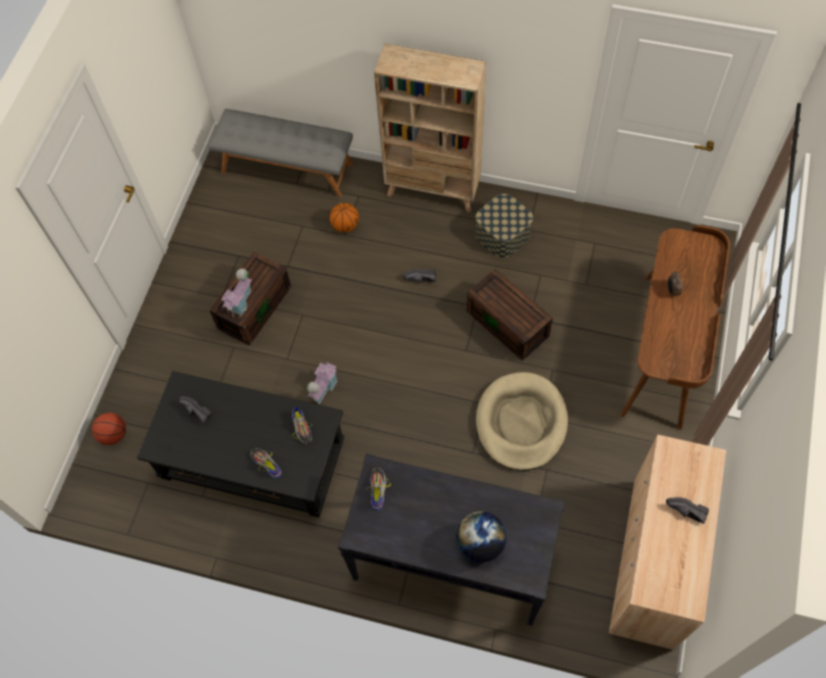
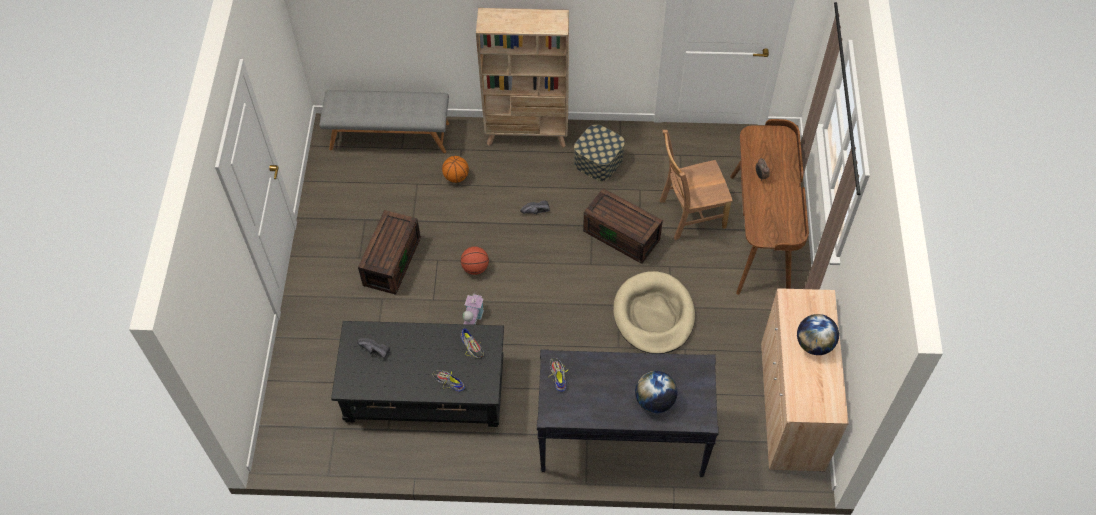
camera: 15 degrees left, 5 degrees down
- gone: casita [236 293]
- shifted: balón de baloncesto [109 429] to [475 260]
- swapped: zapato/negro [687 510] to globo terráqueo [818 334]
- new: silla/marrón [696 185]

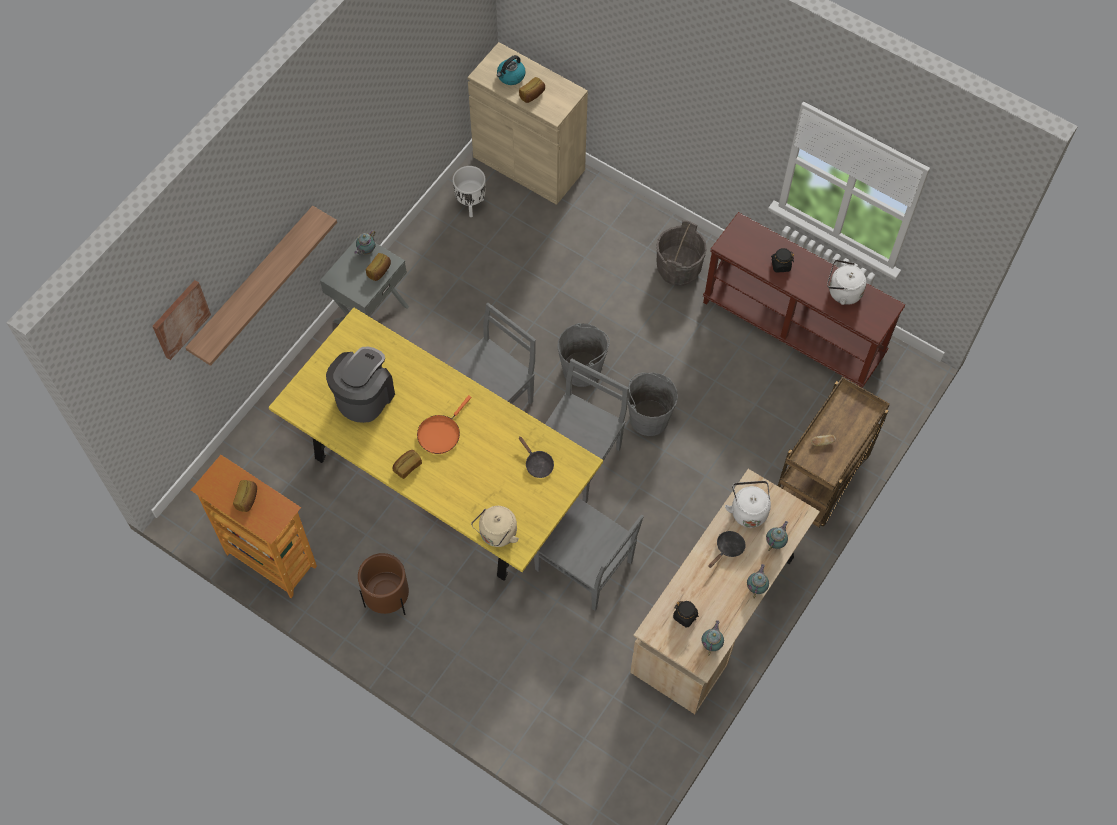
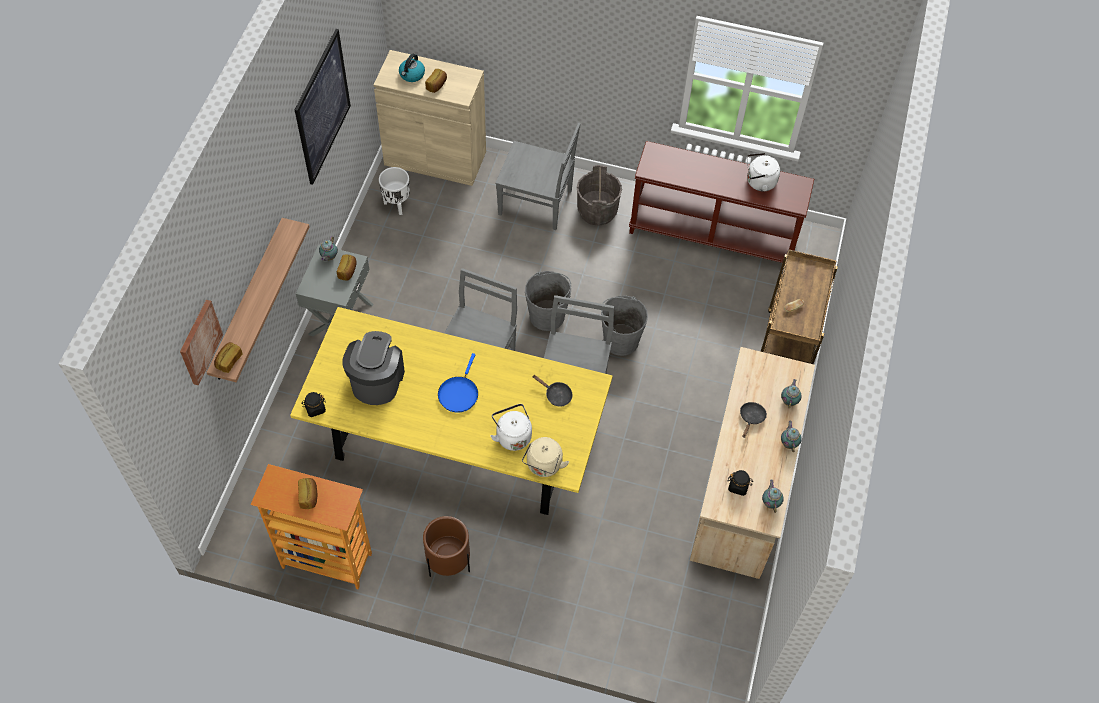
camera: 20 degrees left, 5 degrees down
- shifted: tarro/negro [783 260] to [313 404]
- repainted: sartén/naranja [444 424] to sartén/azul [458 383]
- shifted: pan [407 464] to [228 357]
- shifted: hervidor/blanco [748 504] to [511 427]
- shifted: silla/gris [589 554] to [538 176]
- new: cuadro [323 107]

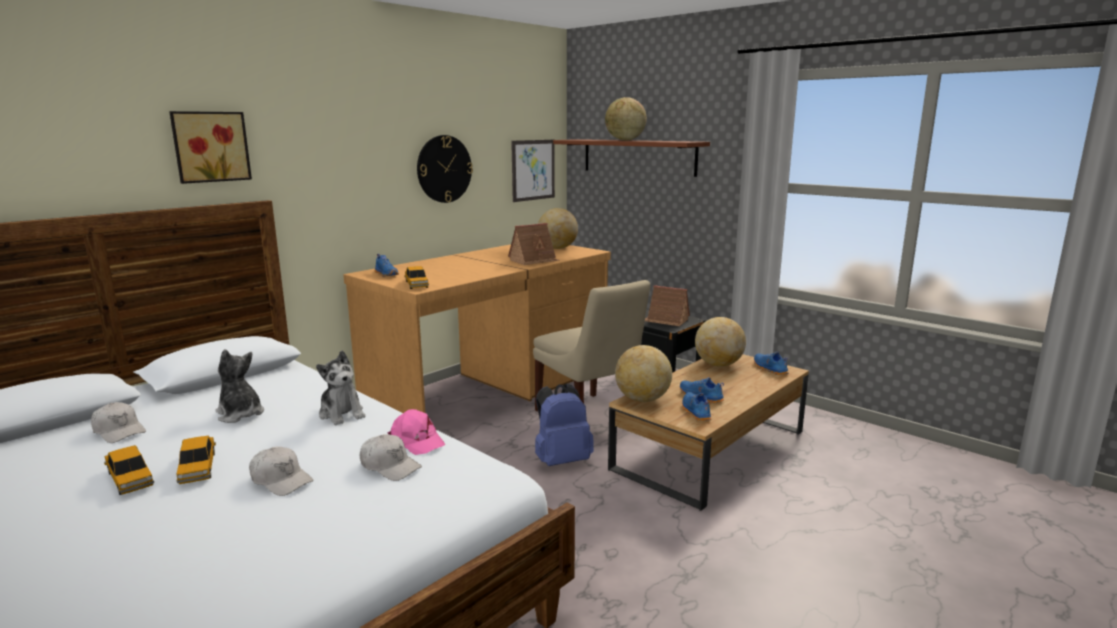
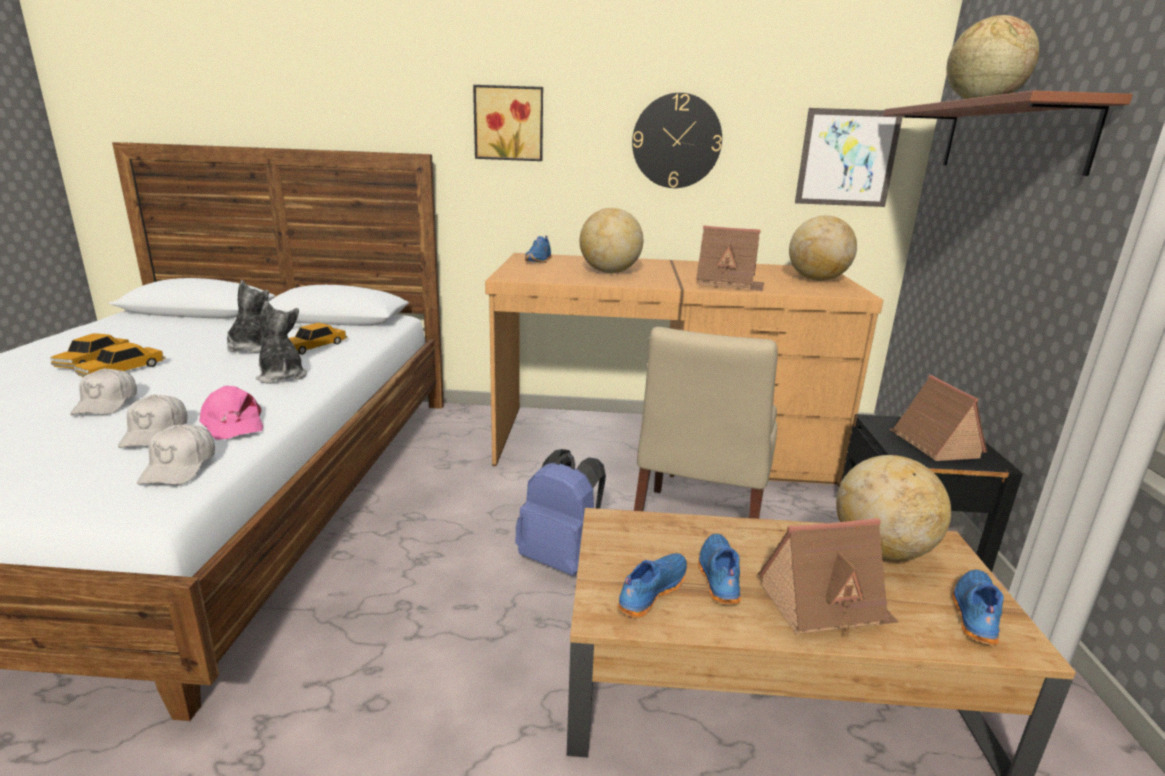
camera: 50 degrees right, 5 degrees up
- shifted: cuadro [210 147] to [508 123]
- shifted: coche de juguete [416 277] to [318 339]
- shifted: globo terráqueo [643 373] to [611 240]
- rotated: peluche [340 388] = [282 342] 135 degrees clockwise
- shifted: gorra/blanco [118 422] to [176 454]
- rotated: gorra/rosa [416 432] = [231 413] 45 degrees counterclockwise
- new: casita [828 578]

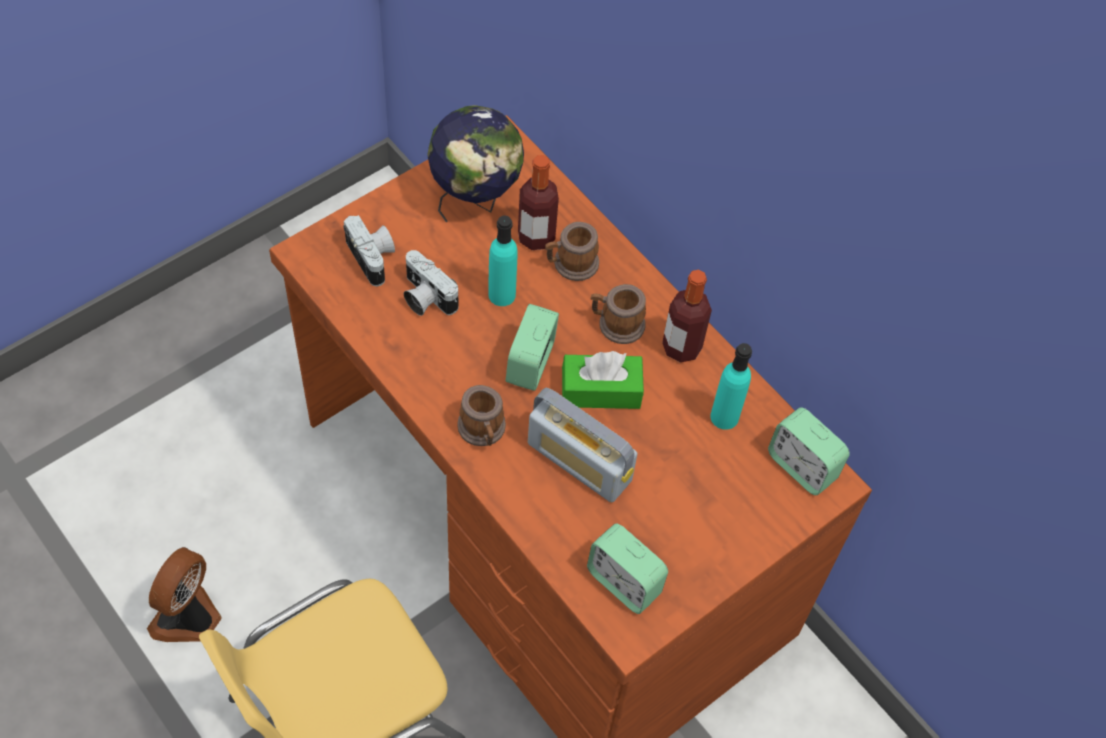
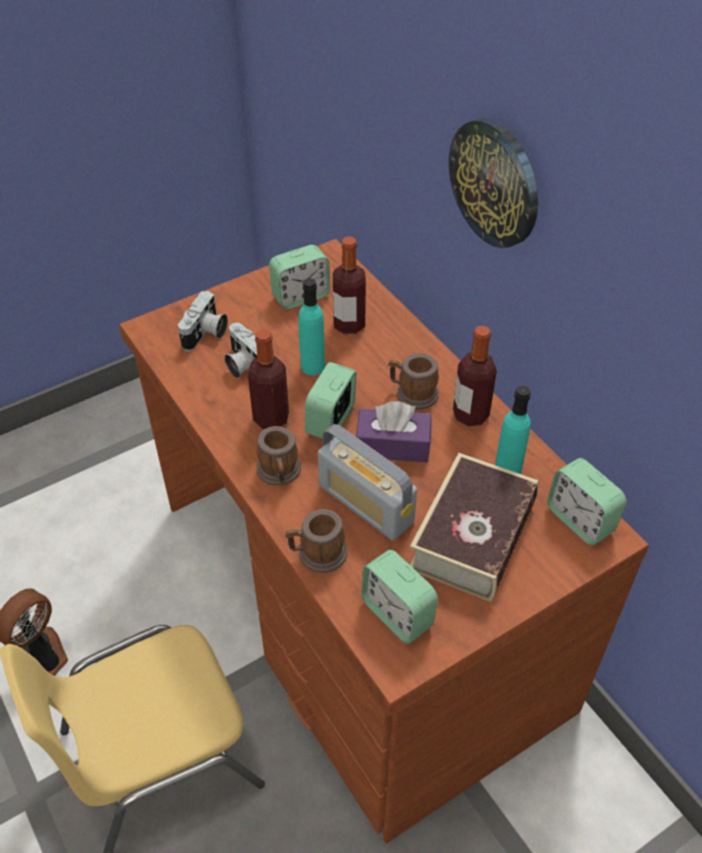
camera: 10 degrees right, 10 degrees down
- swapped: globo terráqueo [475 163] to despertador [299 277]
- rotated: cámara [369 250] = [203 321] 45 degrees clockwise
- shifted: taza grande [572 251] to [316 541]
- repainted: caja de pañuelos/verde [603 380] to caja de pañuelos/morado [393 431]
- new: reloj de pared [493 183]
- new: botella [268 379]
- new: libro [474 527]

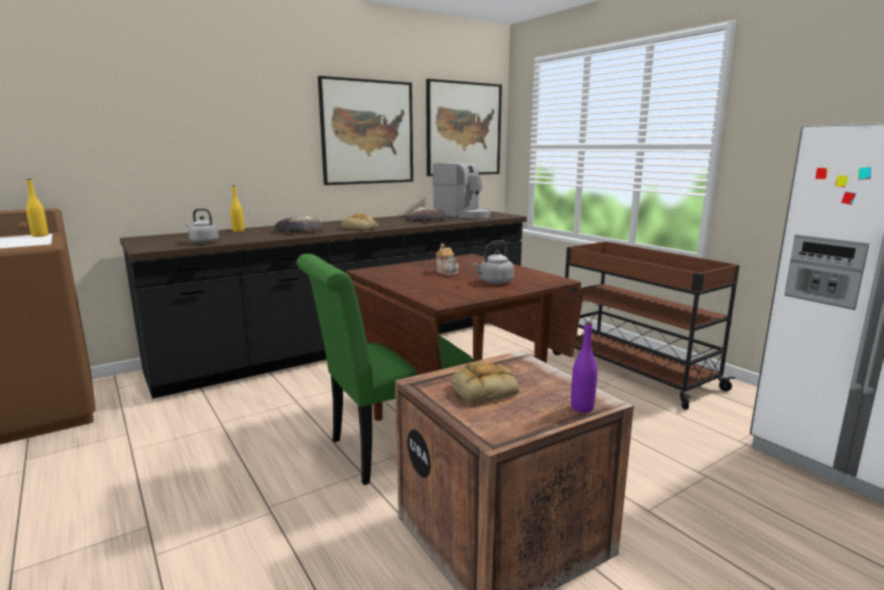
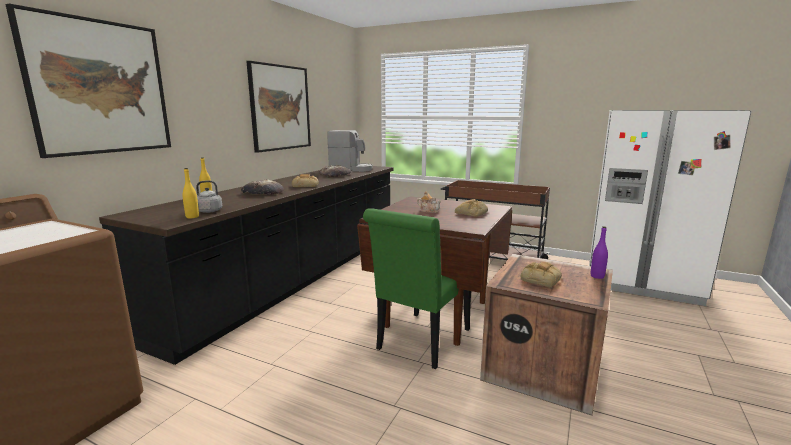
camera: 30 degrees left, 0 degrees up
- shifted: cuadro [464 127] to [88 81]
- shifted: botella/amarillo [37 208] to [190 193]
- swapped: hervidor/gris [493 262] to pan [471 208]

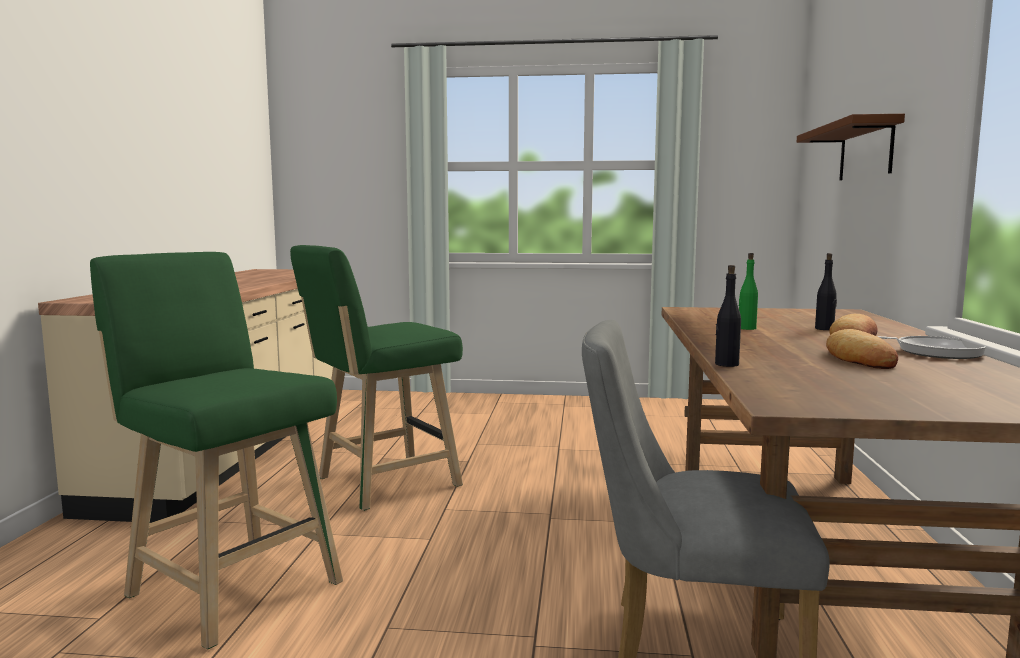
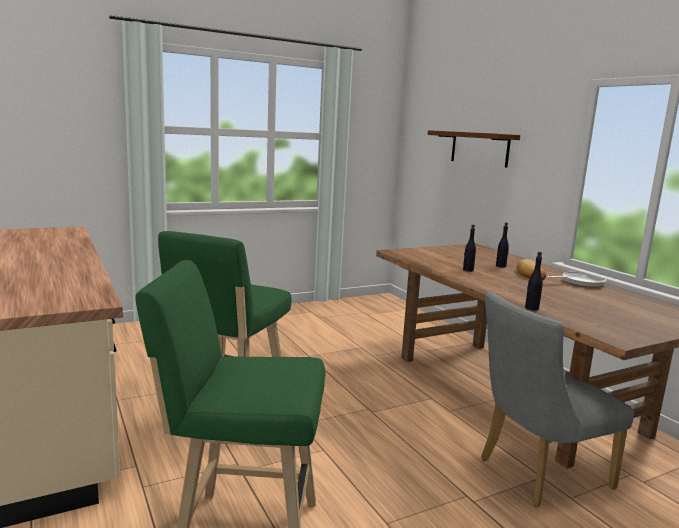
camera: 35 degrees left, 5 degrees up
- repainted: botella/verde [748 291] to botella/negro [469 248]
- gone: pan [862 349]

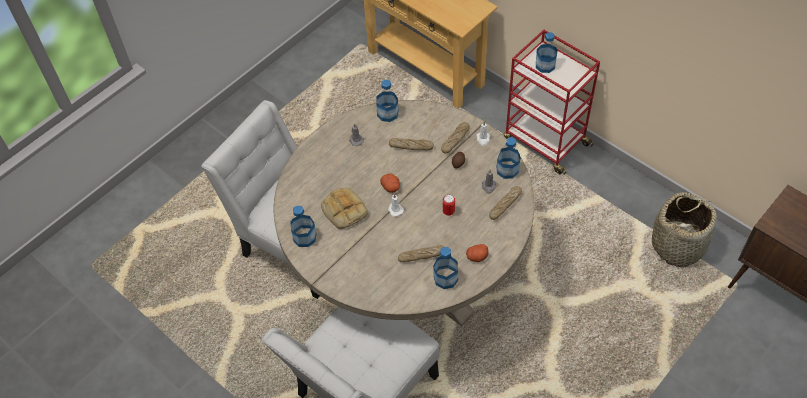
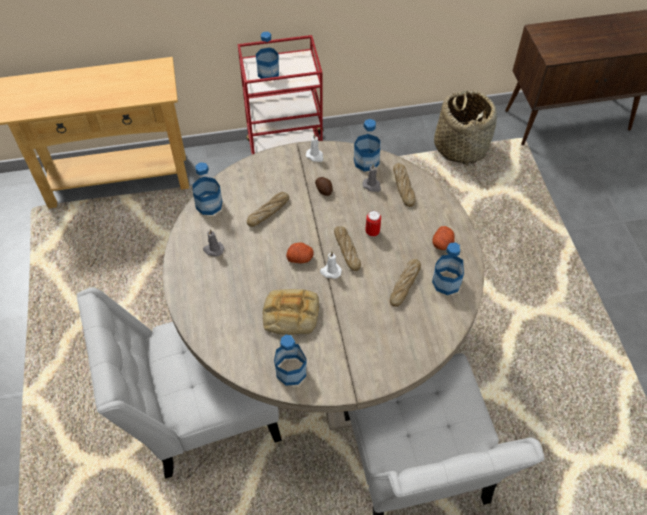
camera: 55 degrees left, 0 degrees up
- shifted: pan [455 138] to [347 248]

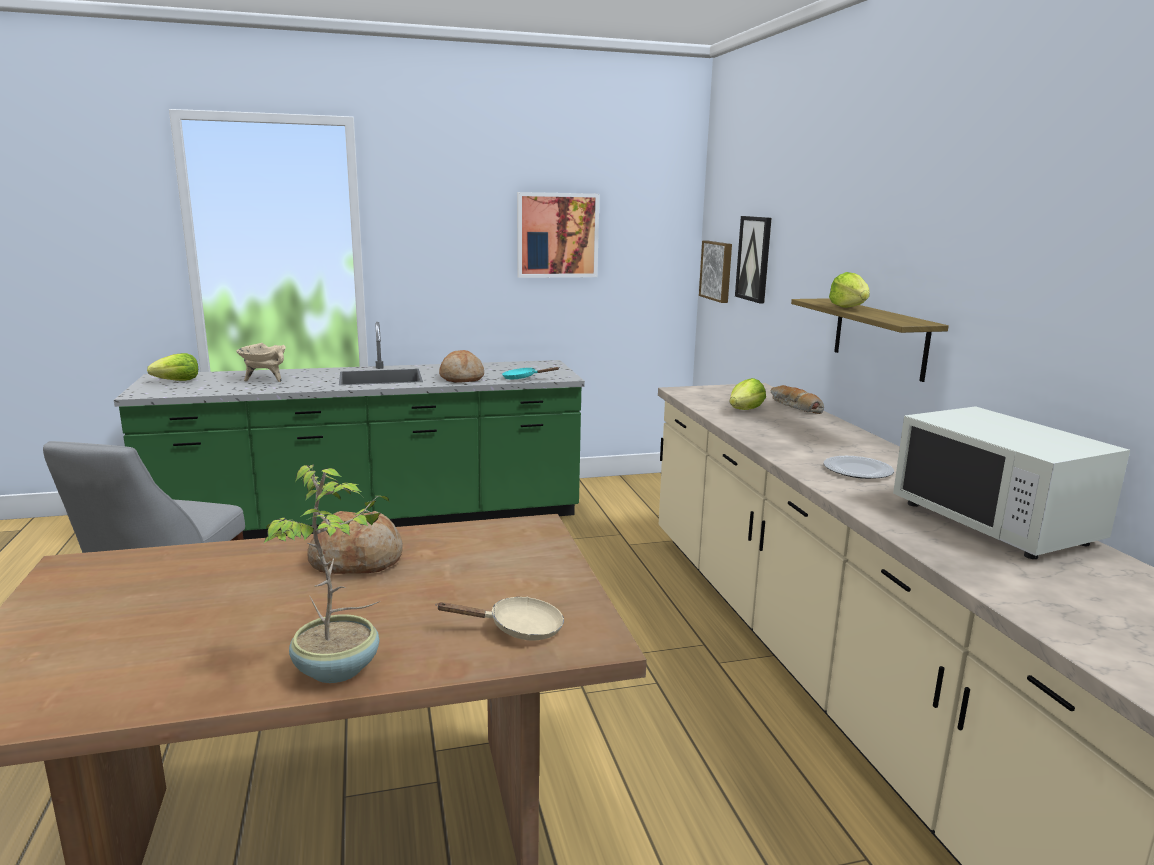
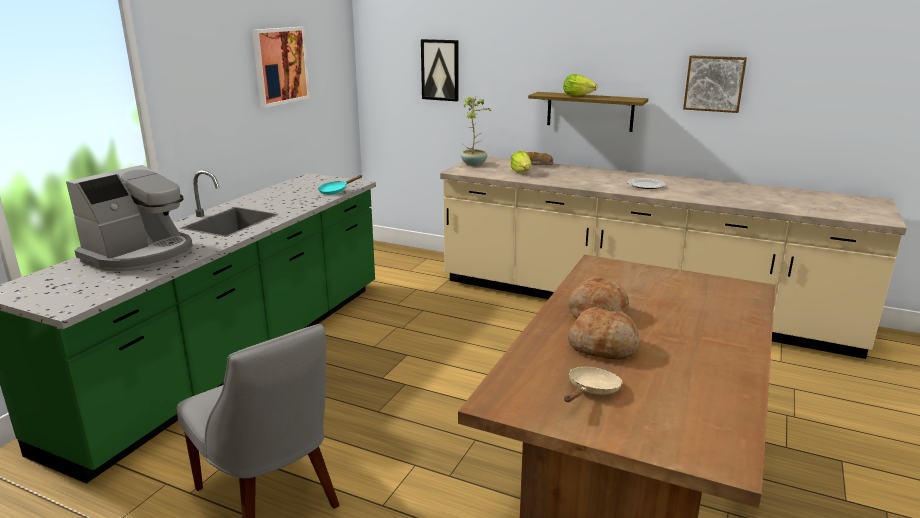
camera: 50 degrees left, 5 degrees up
- shifted: cuadro [715 272] to [715 84]
- swapped: olla/beis [261 362] to cafetera [129 218]
- shifted: pan [461 366] to [604 333]
- gone: lechuga [172 367]
- gone: microondas/blanco [1011 482]
- shifted: planta en maceta [326 574] to [476 131]
- shifted: sartén/beis [500 619] to [593 384]

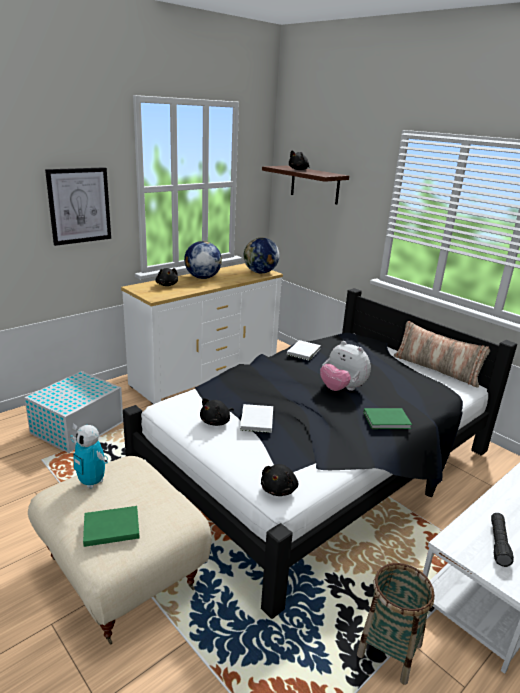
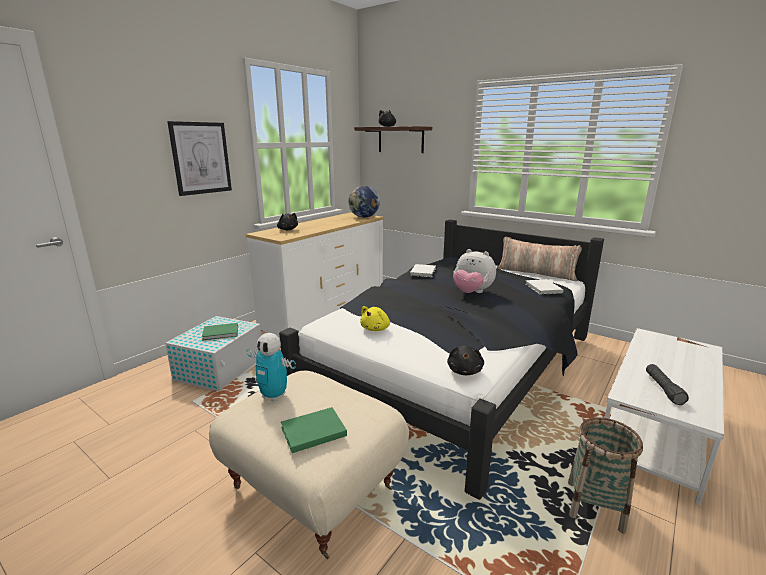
camera: 10 degrees left, 5 degrees down
- gone: globo terráqueo [203 260]
- repainted: peluche/negro [217 412] to peluche/amarillo [375 318]
- shifted: libro/blanco [256 418] to [544 287]
- shifted: libro/verde [387 418] to [220 332]

